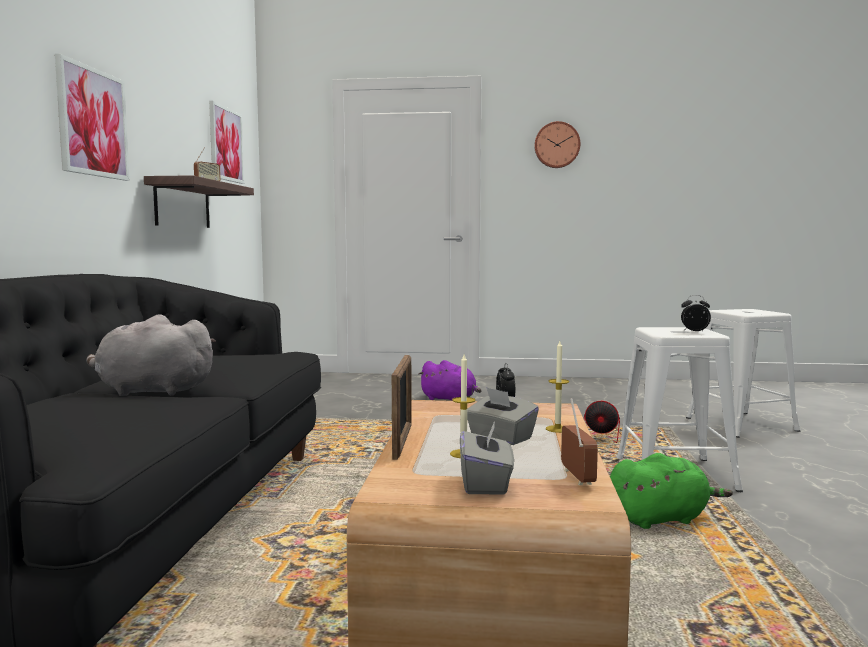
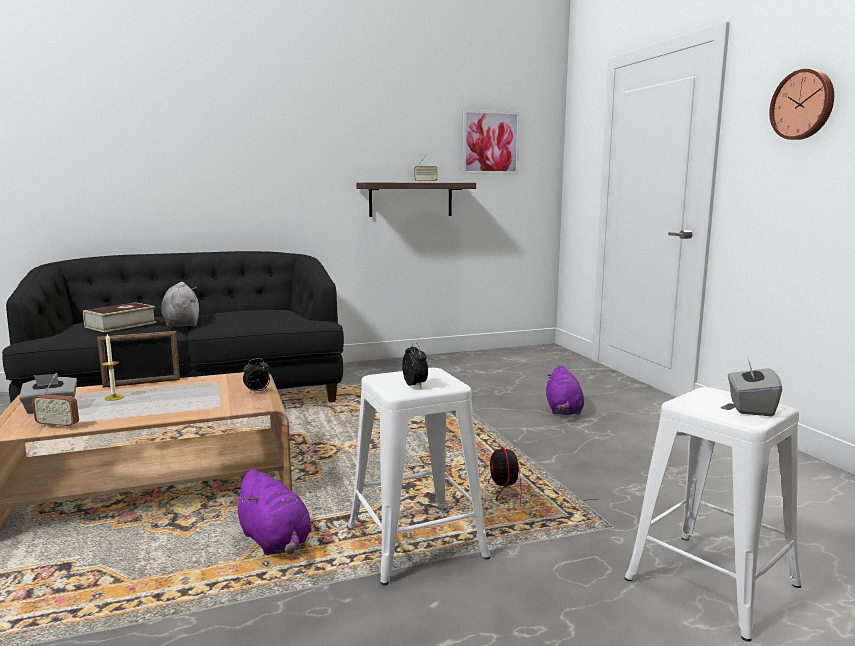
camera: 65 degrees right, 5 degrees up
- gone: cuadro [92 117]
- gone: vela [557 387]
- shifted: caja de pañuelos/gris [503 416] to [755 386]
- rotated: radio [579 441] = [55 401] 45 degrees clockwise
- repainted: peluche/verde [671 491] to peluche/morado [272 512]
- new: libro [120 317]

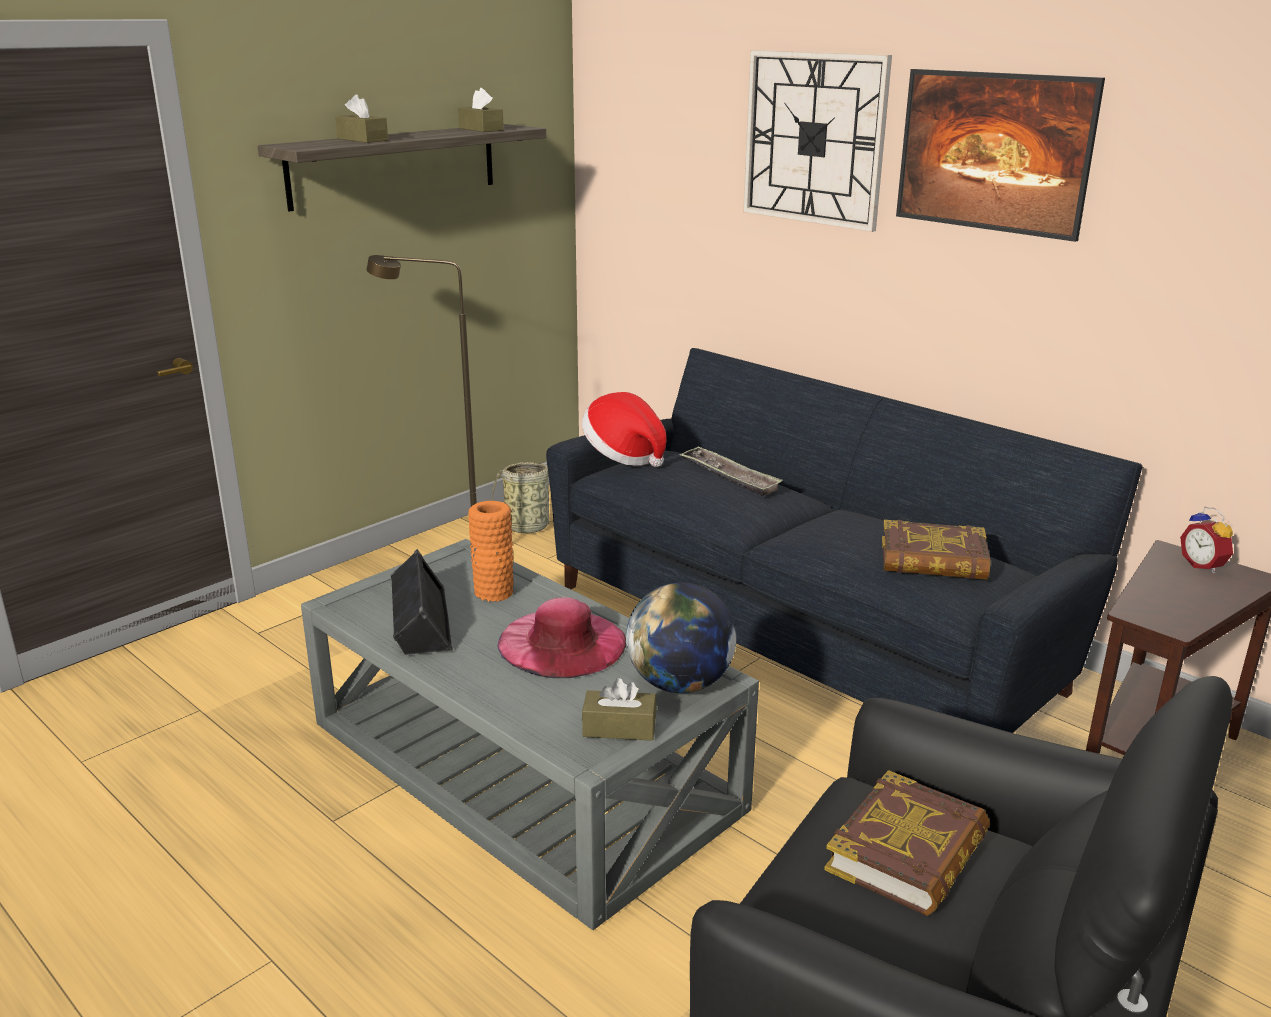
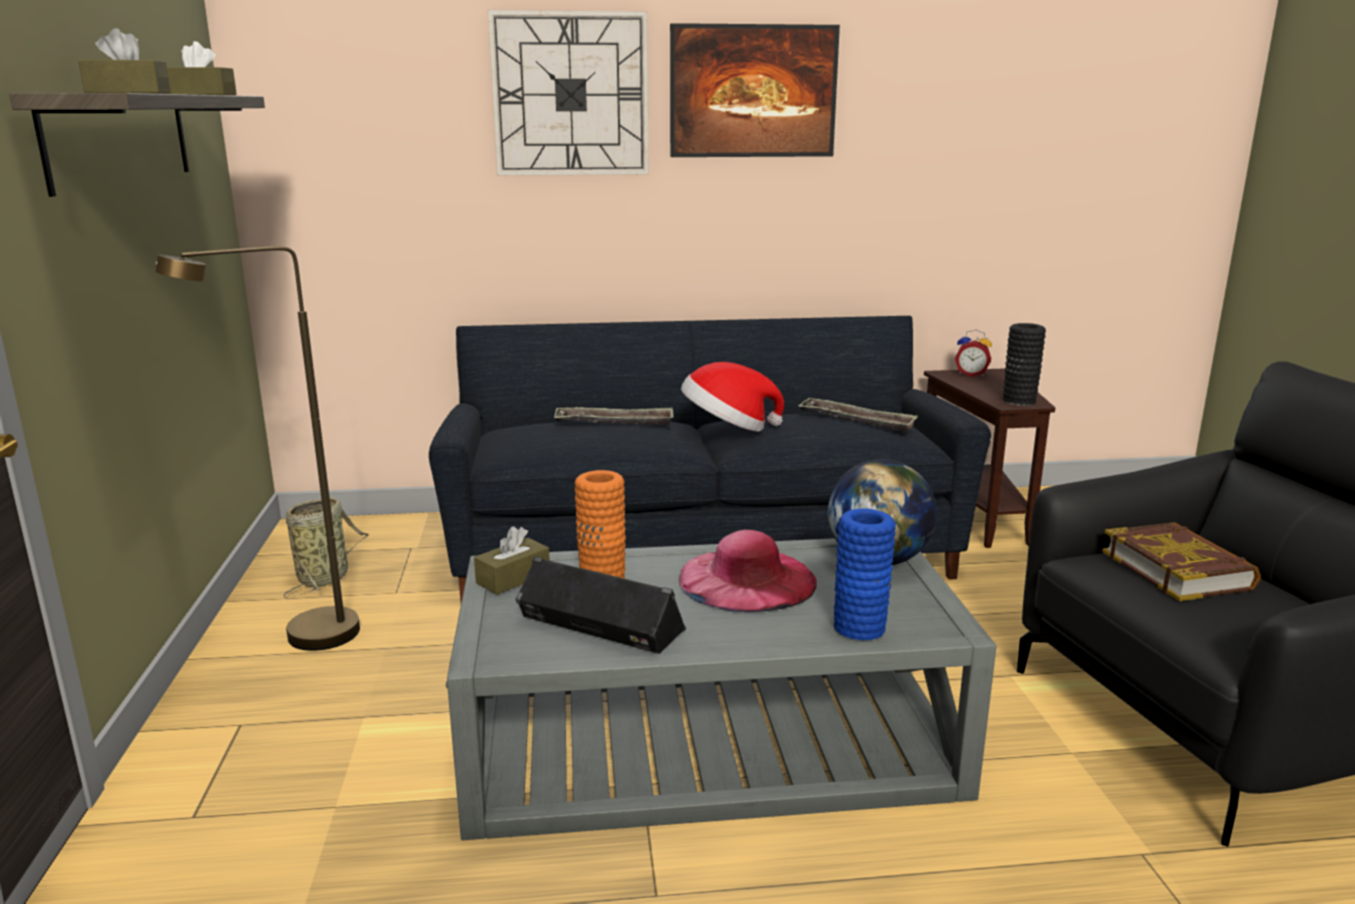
camera: 50 degrees left, 5 degrees down
- shifted: sombrero [624 429] to [732 397]
- swapped: libro [936 550] to bandeja [858 415]
- shifted: caja de pañuelos/marrón [619 709] to [512 560]
- new: florero/negro [1024 364]
- new: florero/azul [865 574]

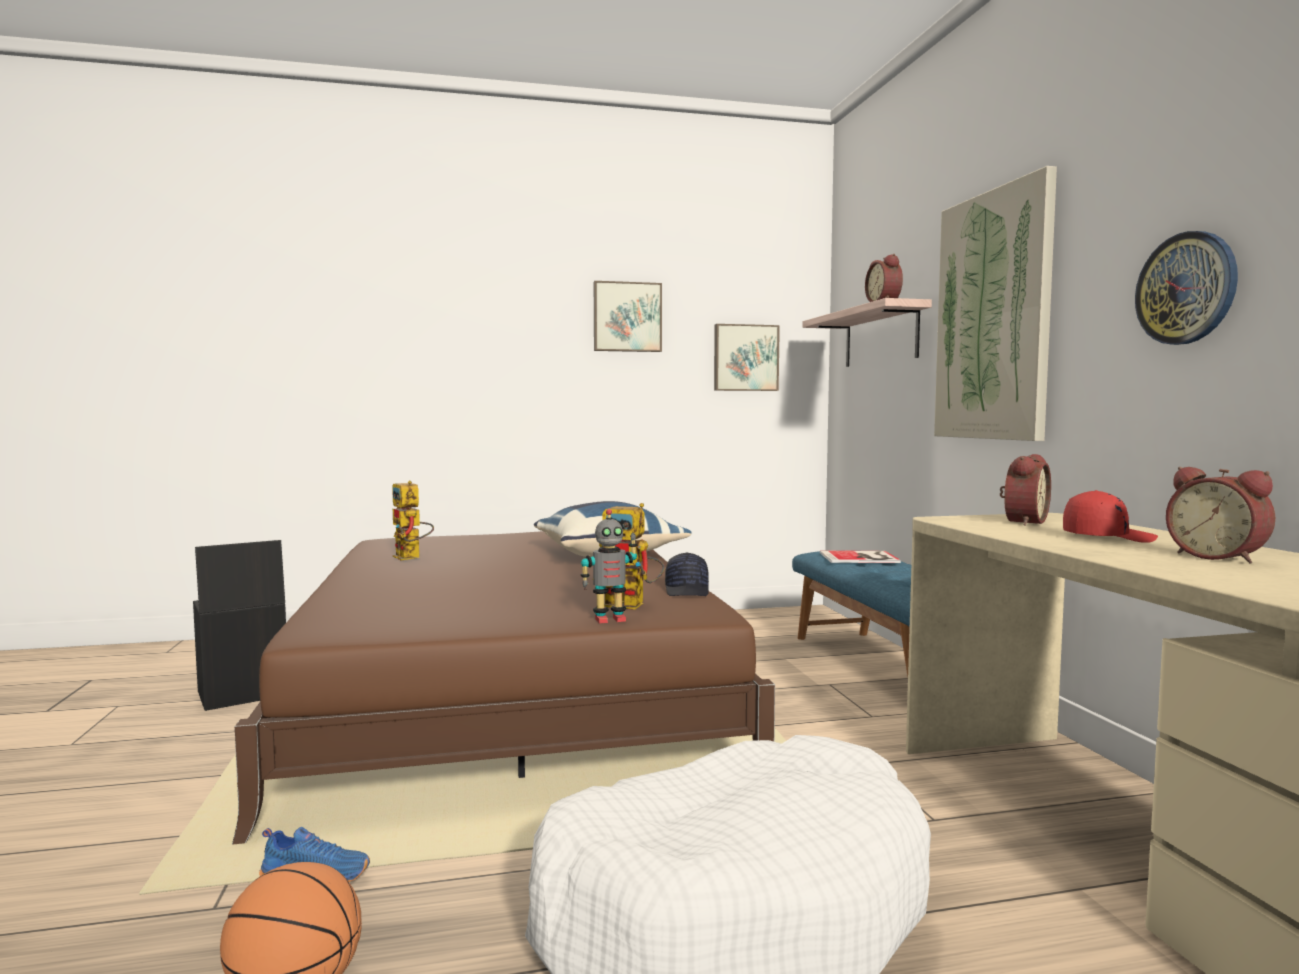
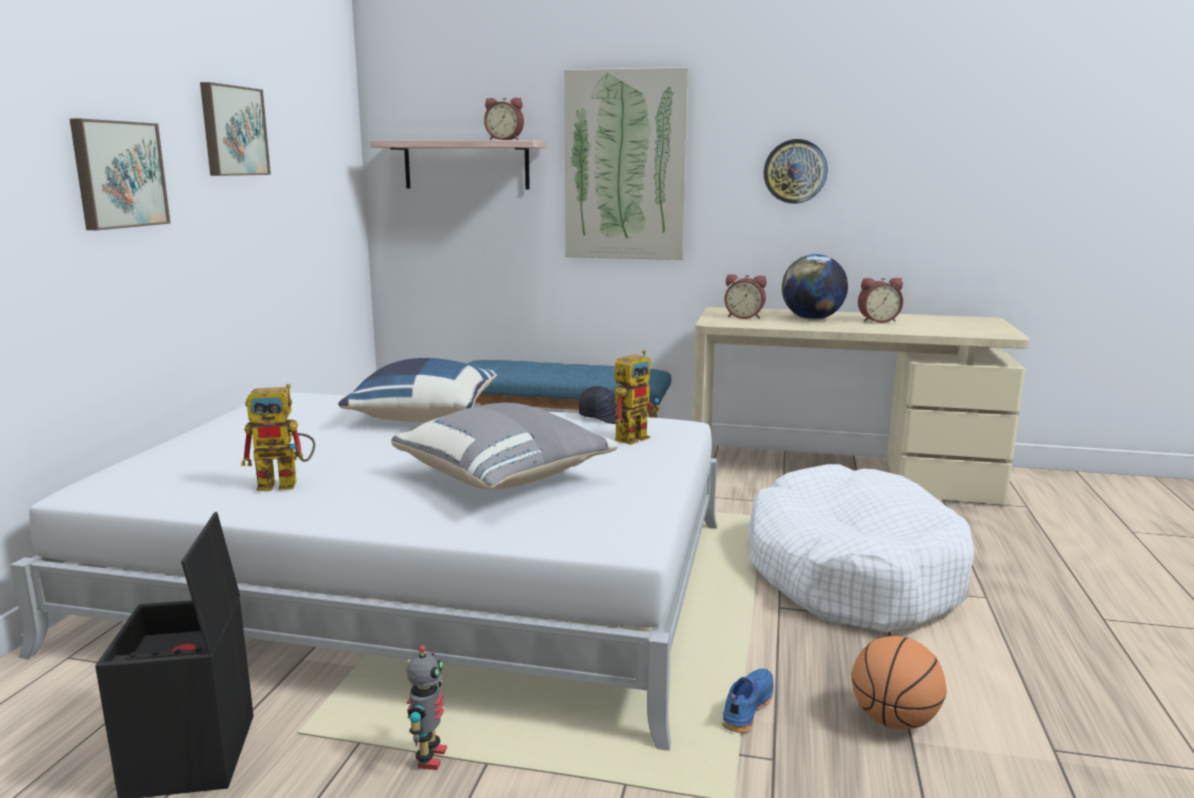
camera: 65 degrees left, 10 degrees up
- shifted: cuadro [747 357] to [120 174]
- rotated: despertador [1025 490] = [745 296] 135 degrees clockwise
- swapped: gorra/rojo [1110 516] to globo terráqueo [815 287]
- shifted: robot de juguete [609 566] to [427 707]
- repainted: cama/marrón [503 688] to cama/blanco [364 571]
- gone: libro [860 557]
- new: cojín/gris [504 446]

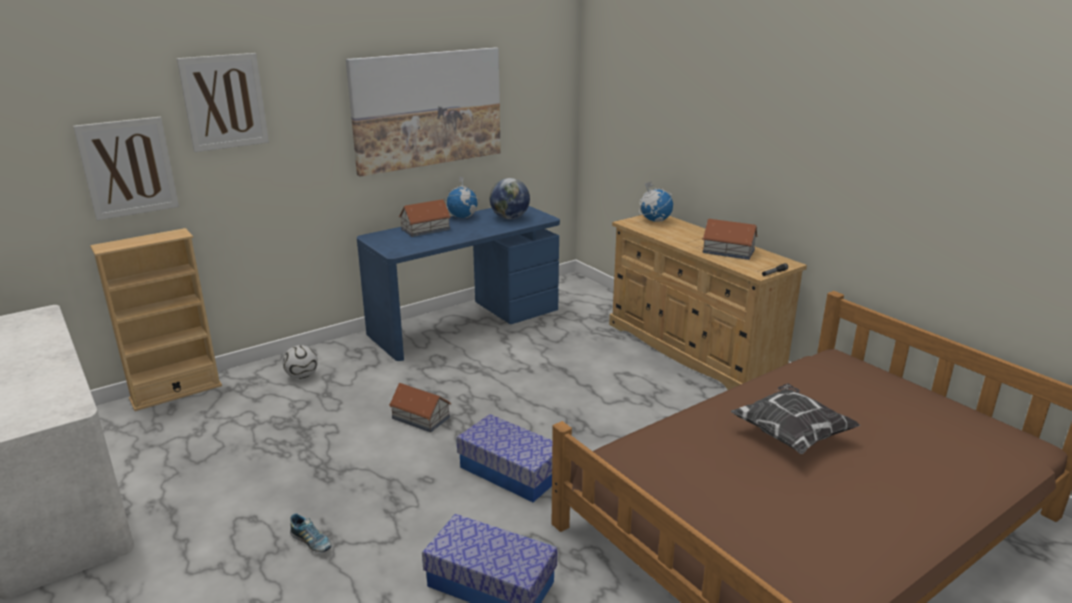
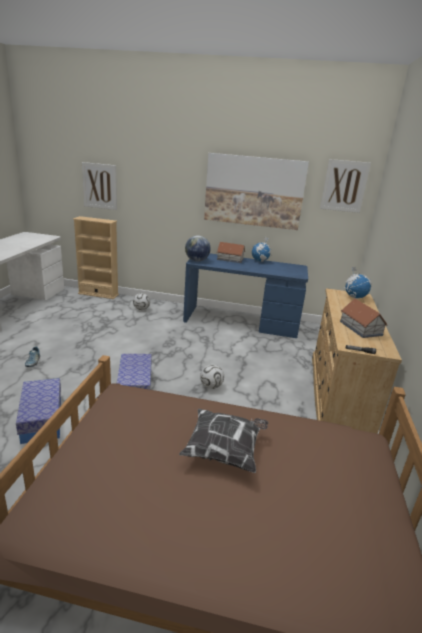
camera: 45 degrees right, 0 degrees up
- shifted: cuadro [223 102] to [345 186]
- shifted: globo terráqueo [510 198] to [198 248]
- gone: casita [420 407]
- new: balón de fútbol [212 376]

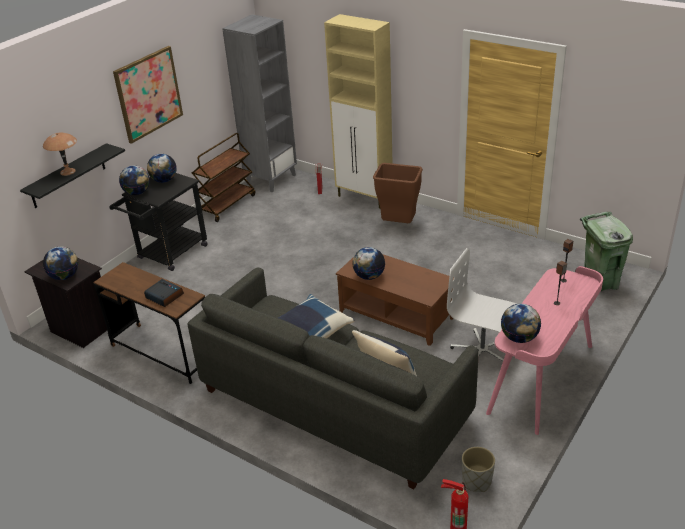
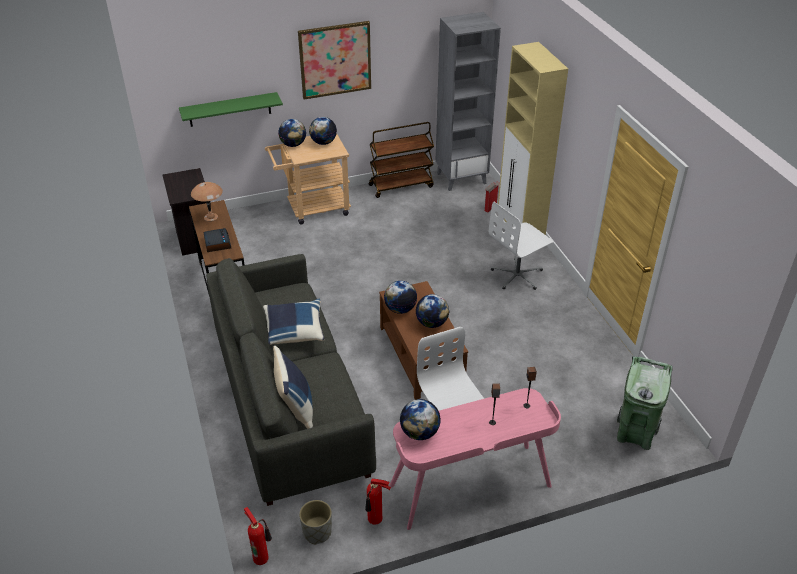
camera: 35 degrees right, 5 degrees up
- shifted: lámpara de mesa/marrón [60 154] to [207 202]
- repainted: estante/negro [72 175] to estante/verde [231 109]
- swapped: papelera/marrón [398 193] to silla de oficina/blanco [521 246]
- repainted: carrito/negro [158 222] to carrito/beis [308 179]
- shifted: globo terráqueo [60 263] to [432 311]
- new: extintor [378 501]

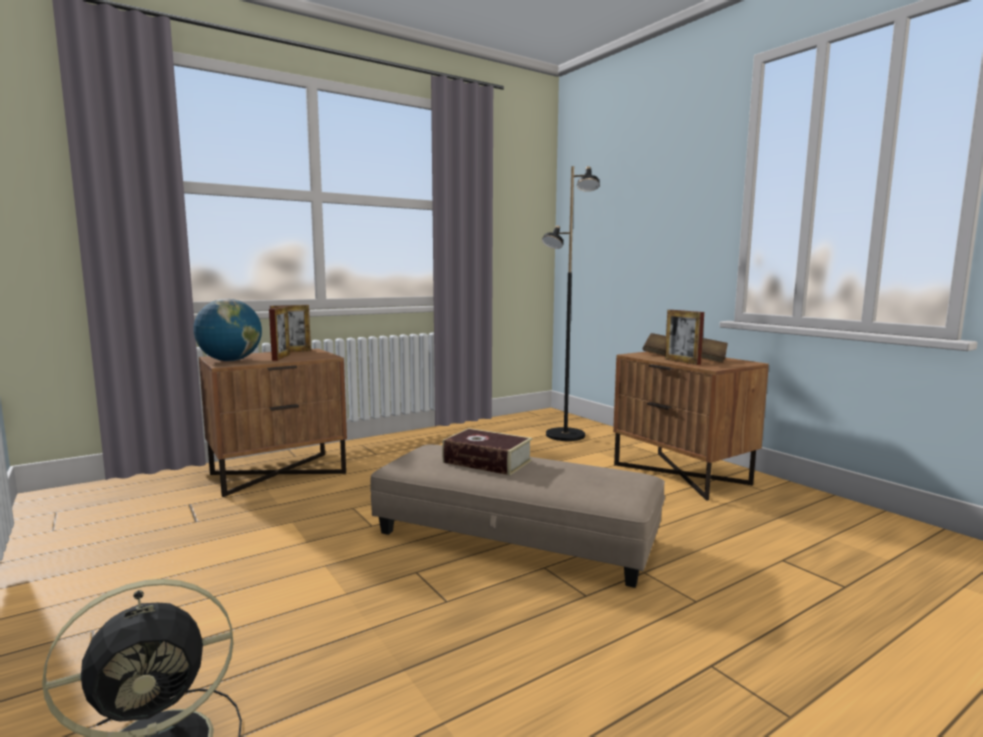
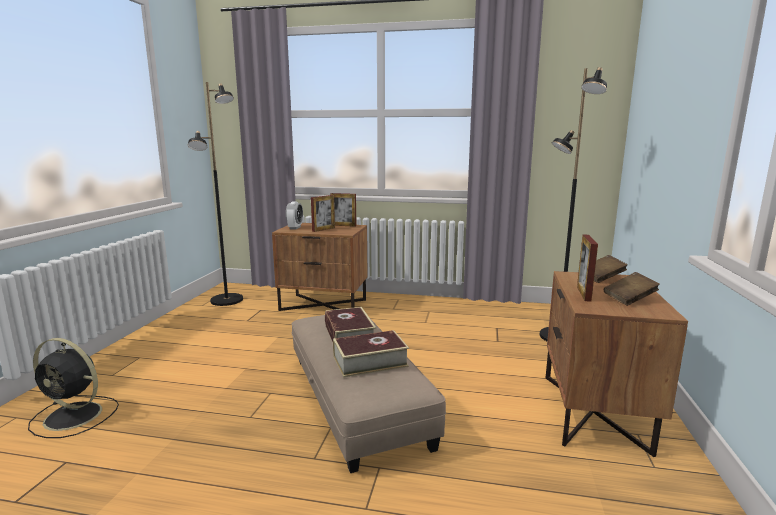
camera: 45 degrees right, 5 degrees up
- swapped: globo terráqueo [227 330] to despertador [294 215]
- new: lámpara de pie/negro [215 194]
- new: libro [371 354]

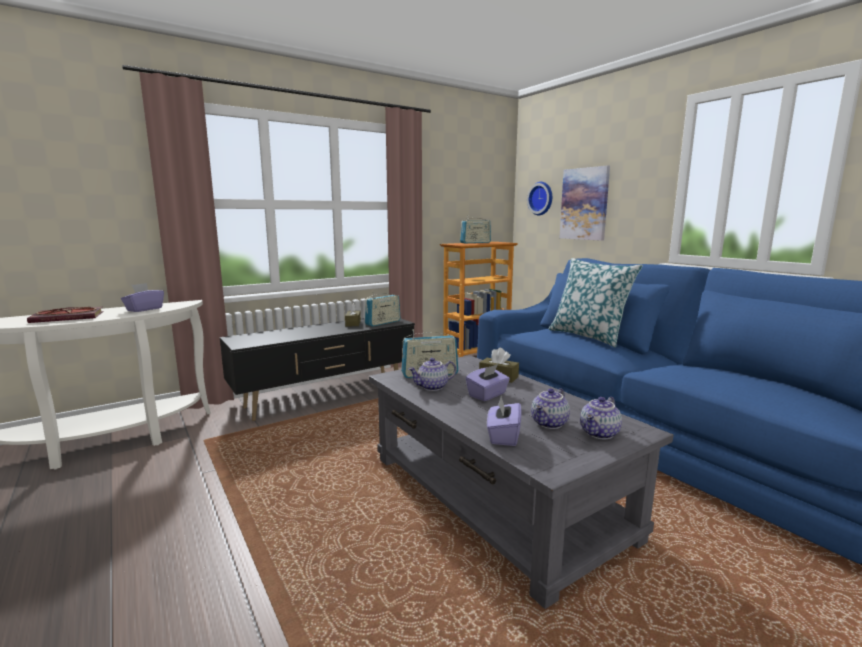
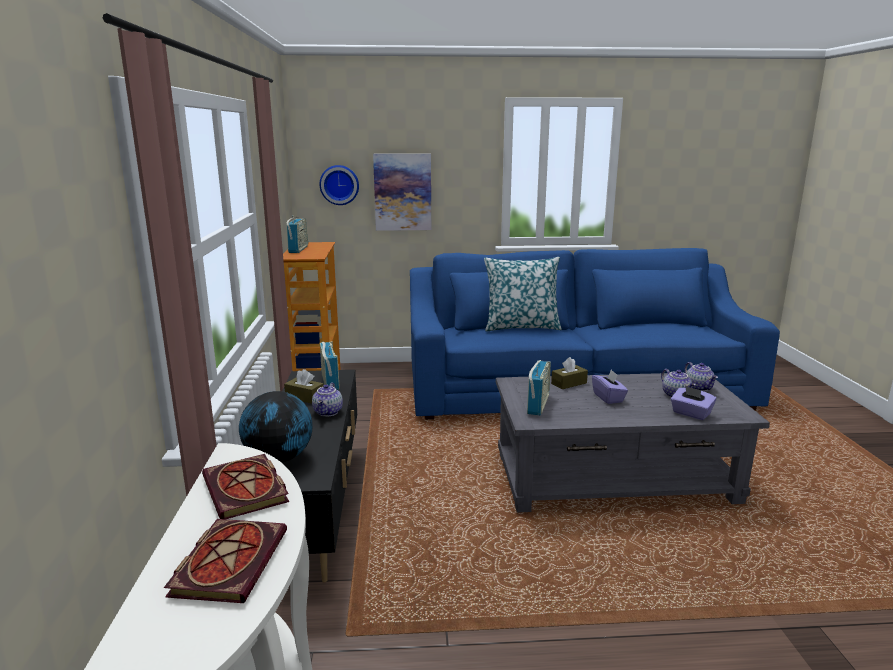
camera: 60 degrees left, 5 degrees up
- swapped: caja de pañuelos/morado [142 297] to libro [245 486]
- shifted: tetera [432 374] to [327 399]
- new: globo terráqueo [276 427]

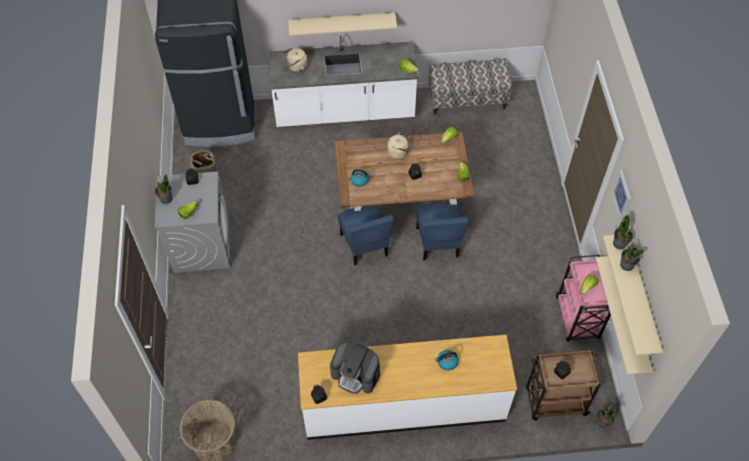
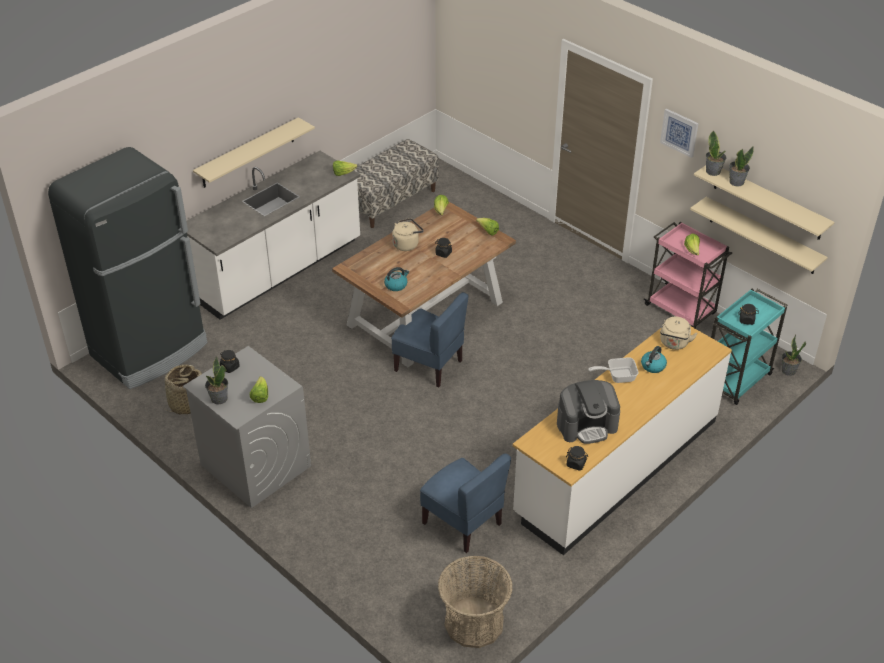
camera: 40 degrees left, 15 degrees down
- shifted: hervidor/beis [295 60] to [679 333]
- shifted: silla/azul [442 231] to [465 503]
- repainted: carrito/marrón [566 385] to carrito/turquesa [749 346]
- new: sartén [613 370]

